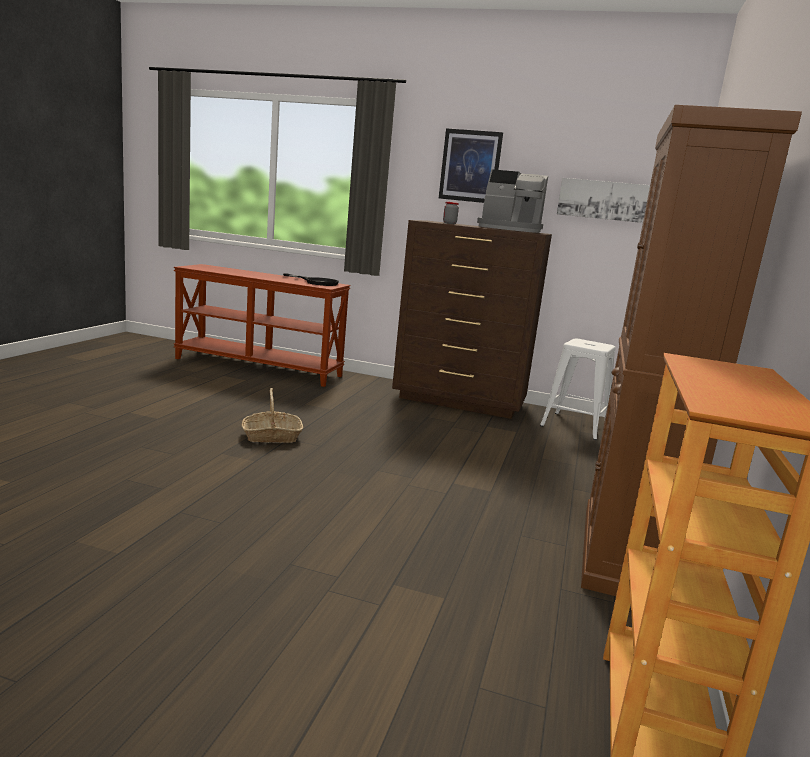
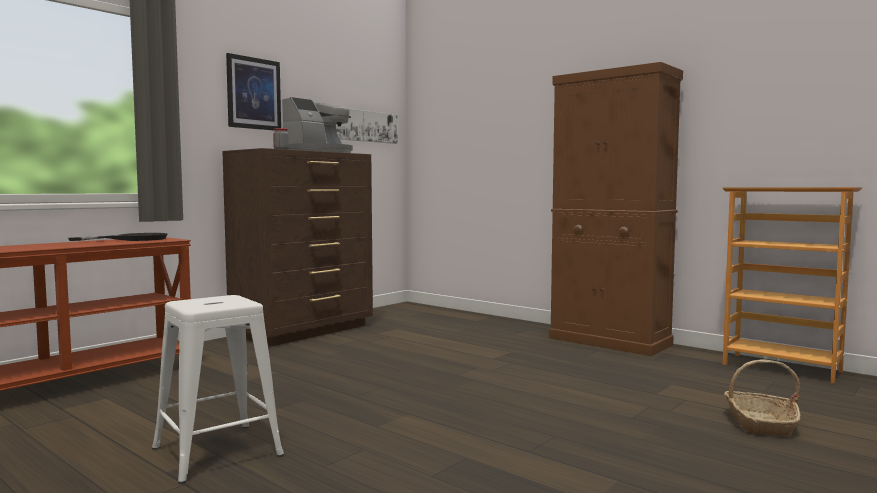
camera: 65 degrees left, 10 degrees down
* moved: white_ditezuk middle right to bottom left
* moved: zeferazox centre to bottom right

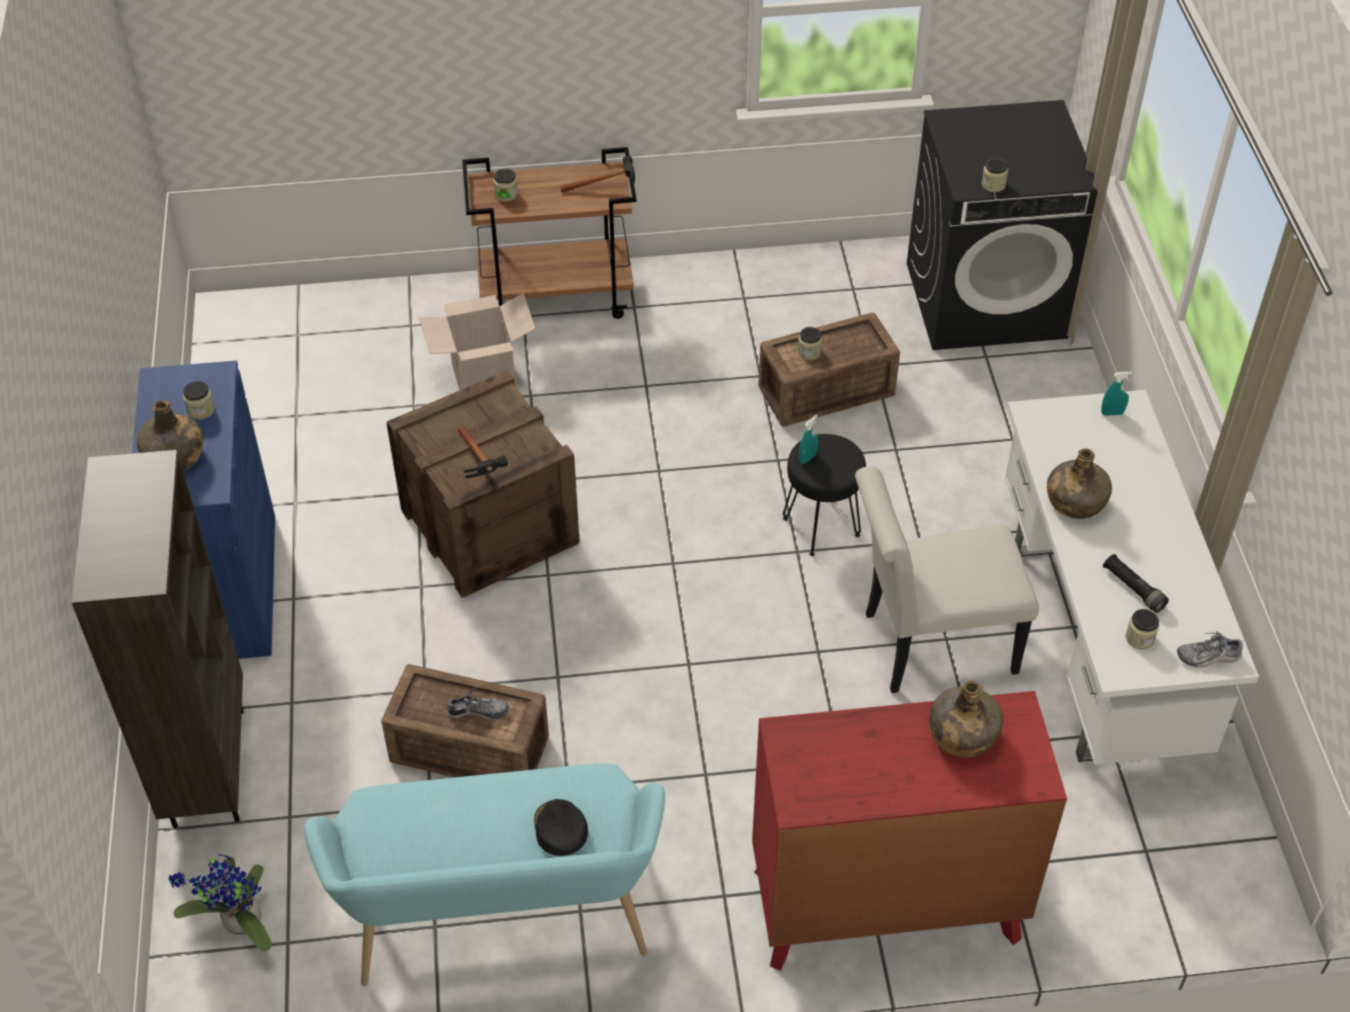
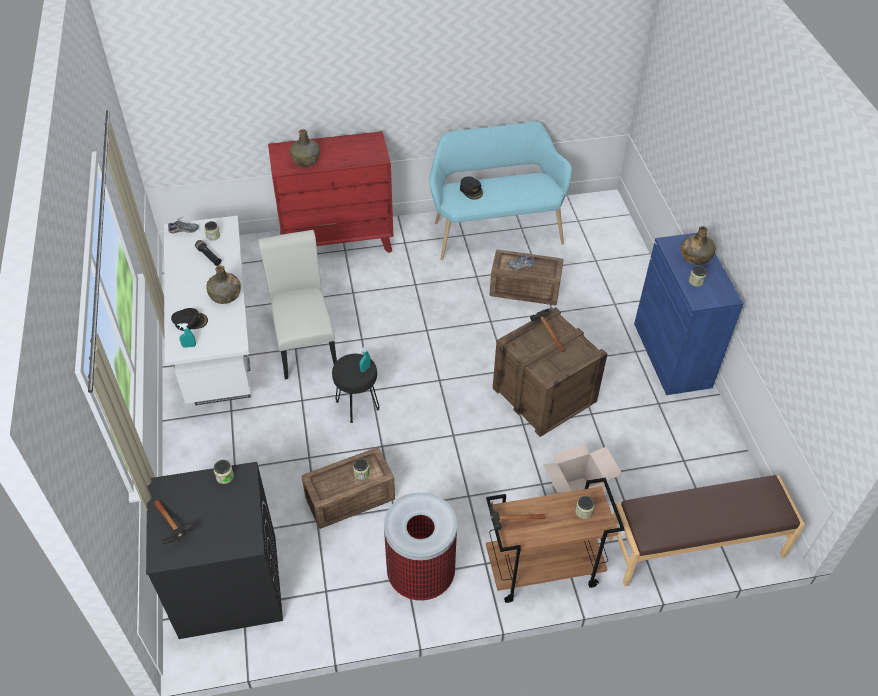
camera: 175 degrees right, 0 degrees up
* removed: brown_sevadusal middle left
* turned: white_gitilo middle right = centre 90 degrees counterclockwise
* removed: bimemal bottom left
* added: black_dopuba (1st from left) middle left
* added: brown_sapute bottom right
* added: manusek bottom centre
* added: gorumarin (1st from left) bottom left

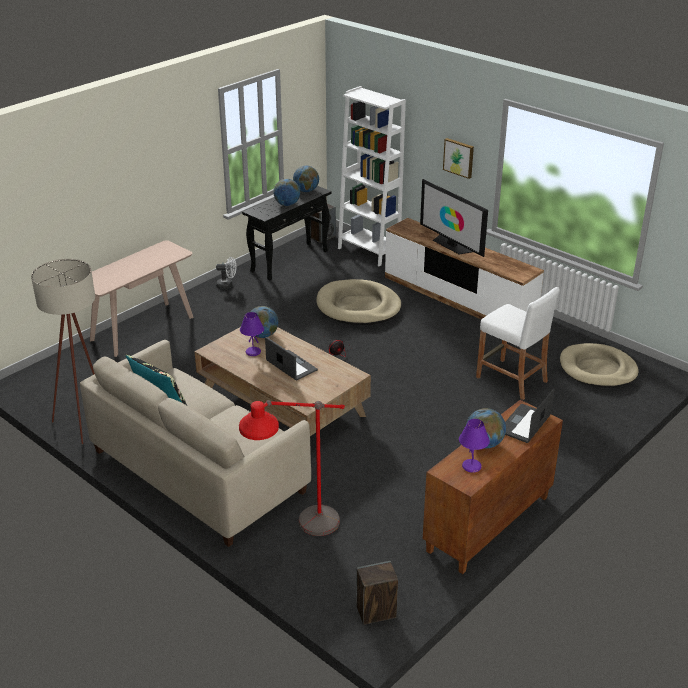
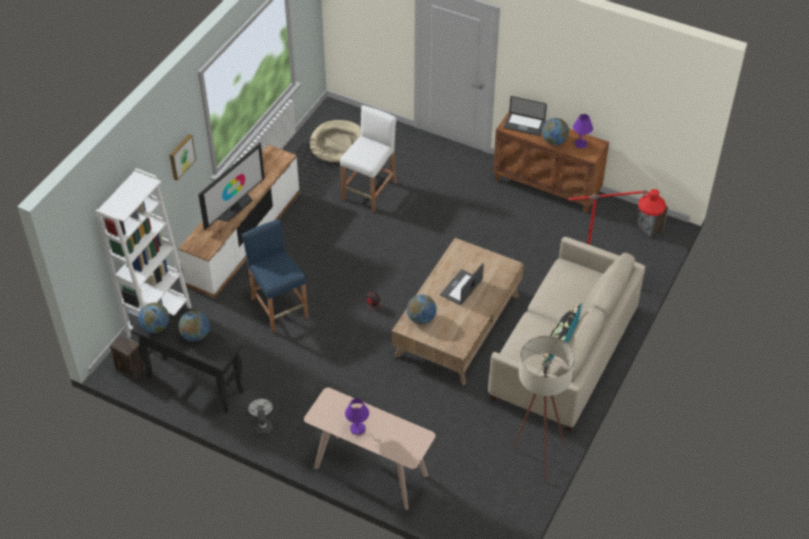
camera: 105 degrees left, 15 degrees up
* replaced: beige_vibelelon (1st from left) centre to blue_ditezuk centre
* moved: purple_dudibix (1st from left) centre to bottom centre

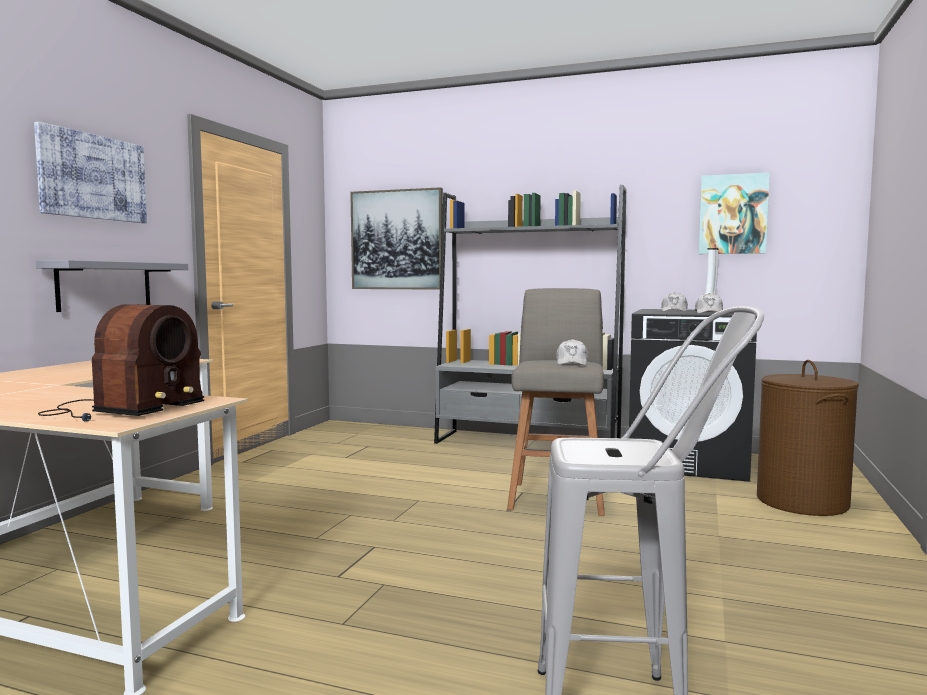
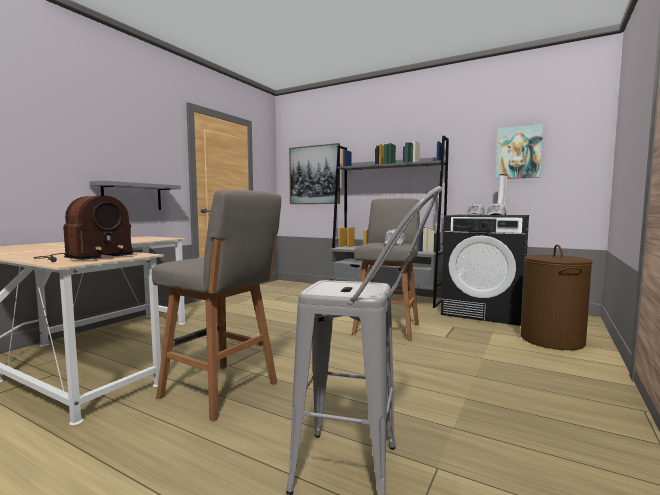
camera: 10 degrees right, 0 degrees up
* removed: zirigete (1st from left) top left
* added: grey_ditezuk (1st from left) middle left

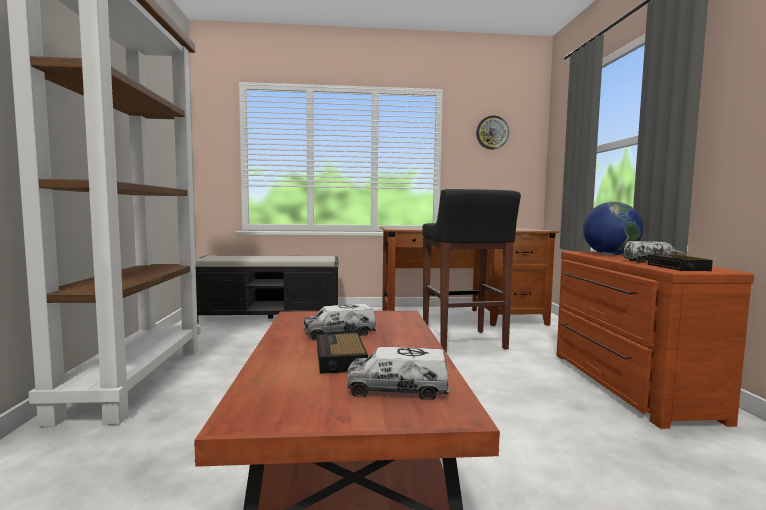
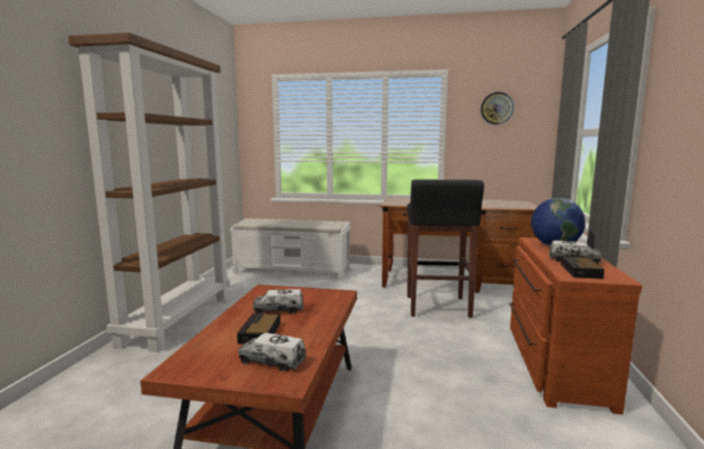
camera: 15 degrees right, 5 degrees up
* recoloured: black_sapute centre to white_sapute centre

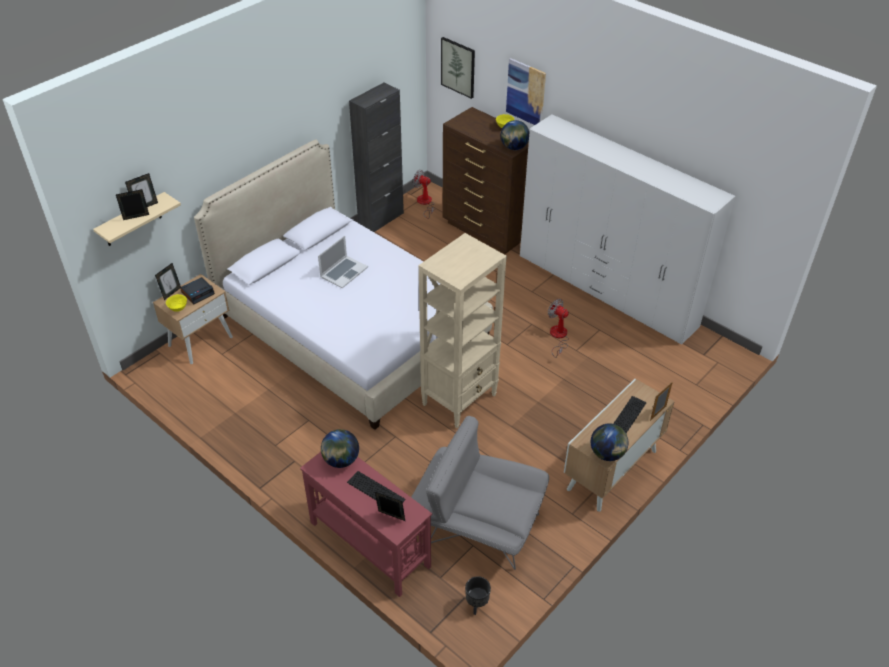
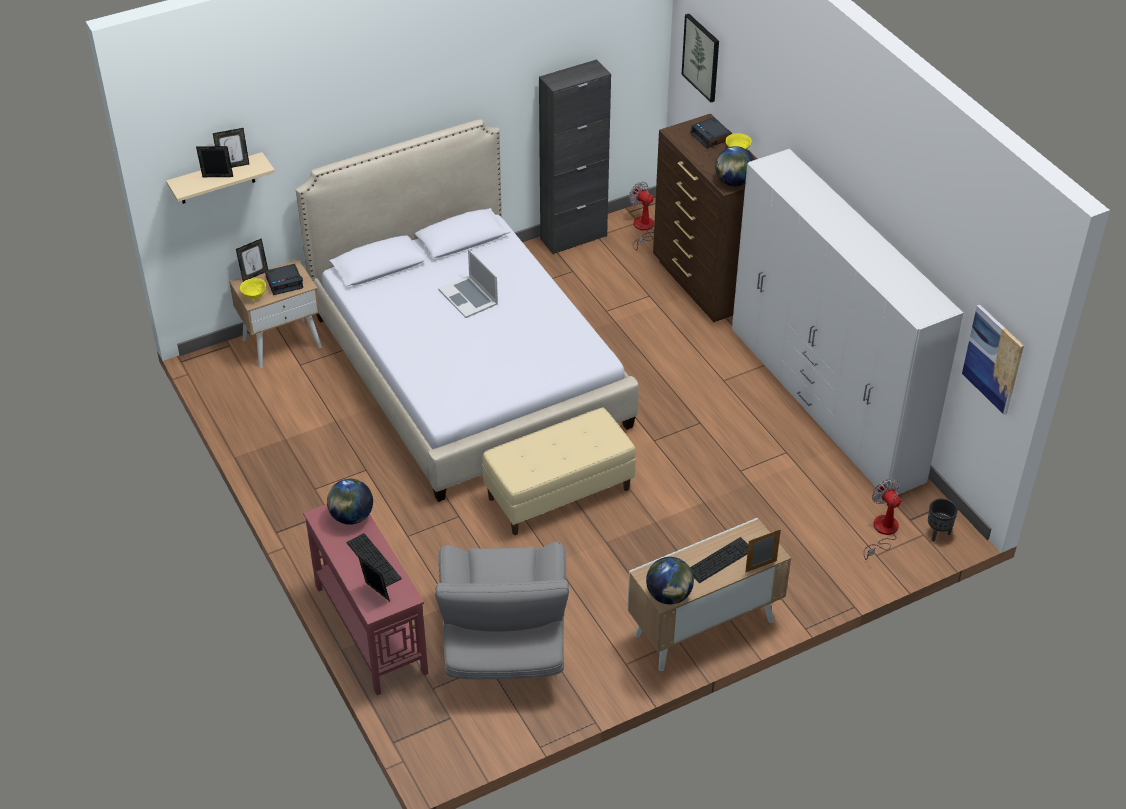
camera: 20 degrees right, 0 degrees up
* moved: zirigete (2nd from left) top centre to middle right
* replaced: beige_sevadusal centre to beige_sapute centre
* turned: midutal centre = centre 90 degrees clockwise
* moved: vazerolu (2nd from left) centre to middle right
* turned: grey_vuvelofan bottom centre = bottom centre 135 degrees counterclockwise
* moved: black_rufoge bottom centre to middle right
* added: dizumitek (2nd from left) top centre

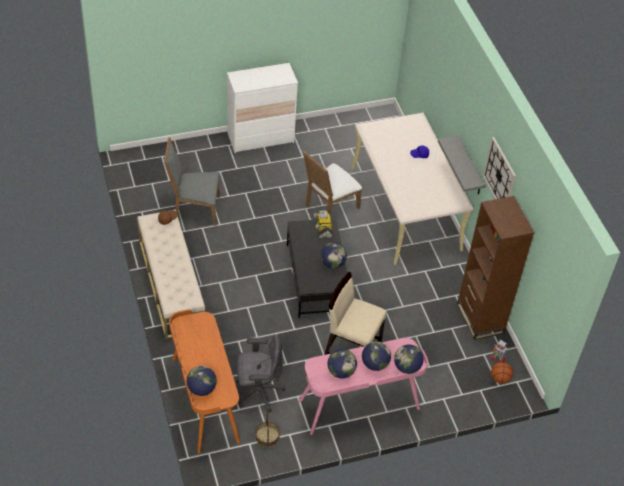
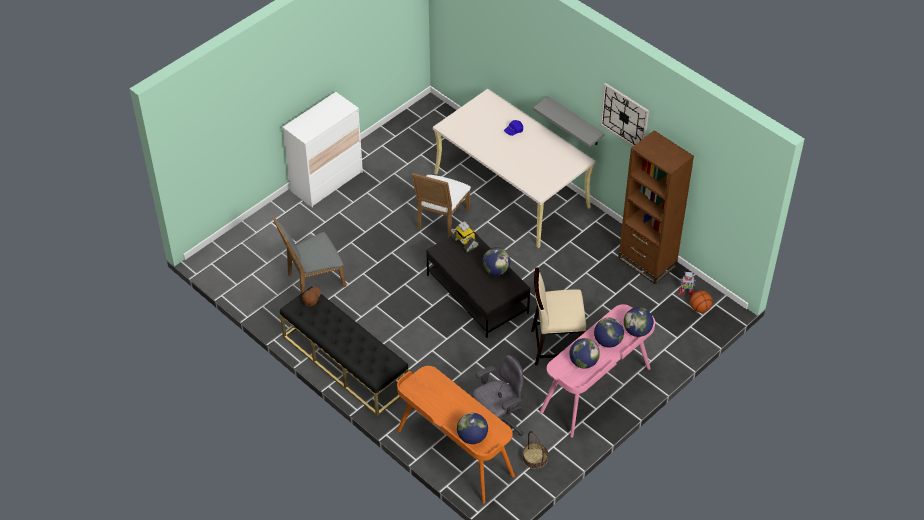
camera: 25 degrees left, 0 degrees up
* recoloured: beige_sapute middle left to black_sapute bottom centre

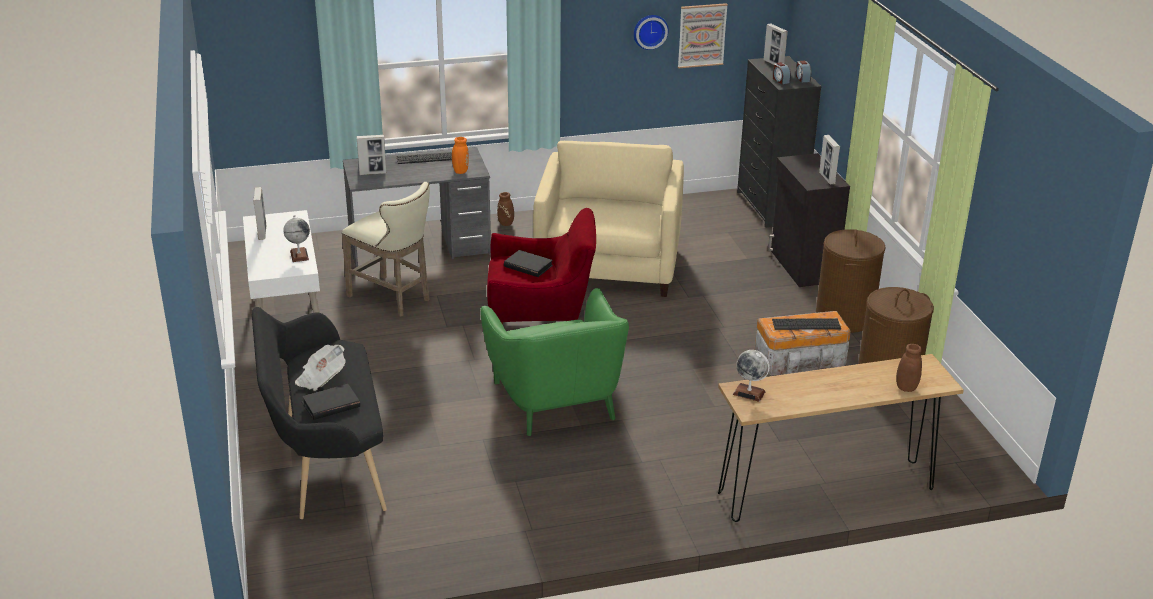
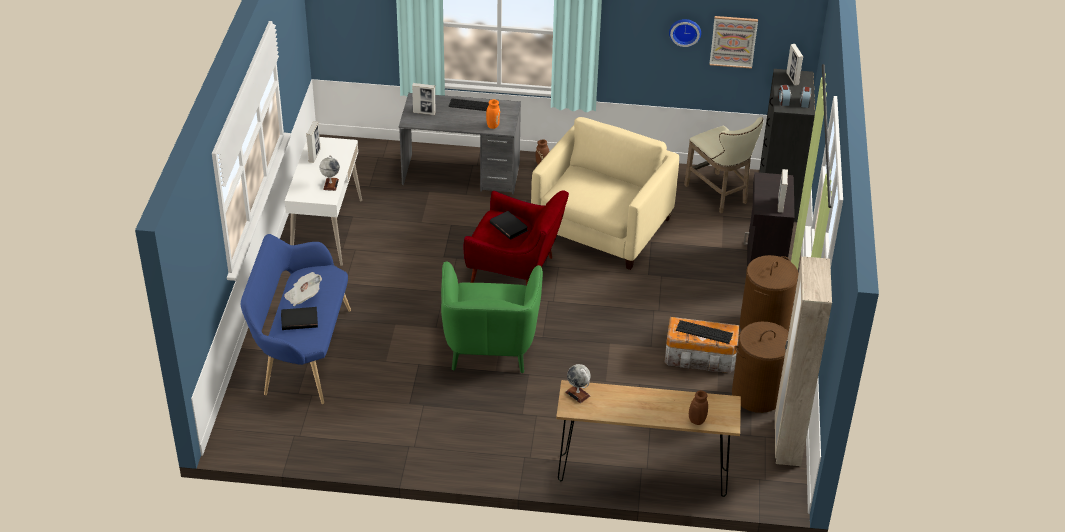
camera: 20 degrees right, 10 degrees up
* moved: beige_ditezuk centre to top right
* recoloured: black_sapute bottom left to blue_sapute middle left
* added: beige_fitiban bottom right

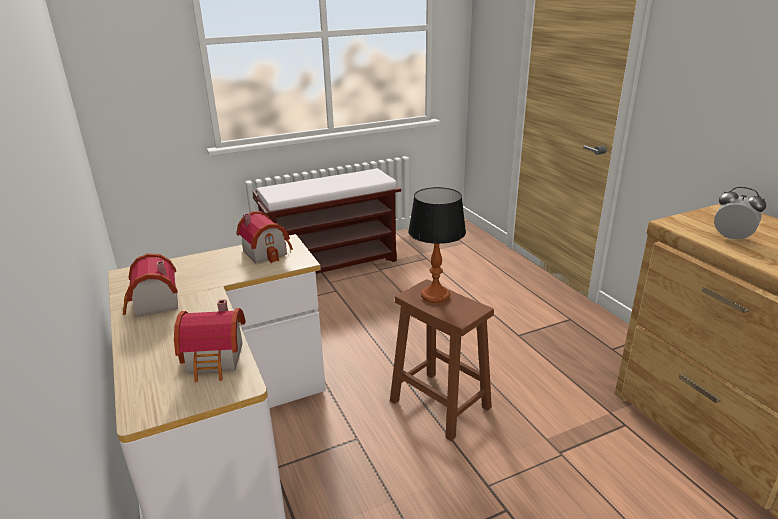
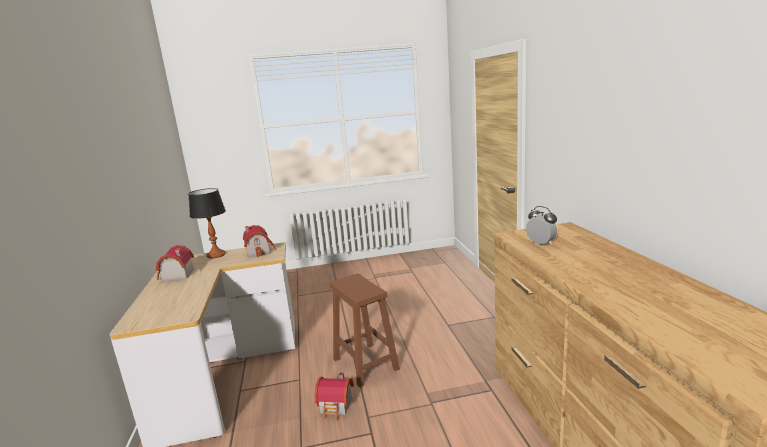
camera: 15 degrees right, 10 degrees down
* removed: brown_sapute centre
* moved: dudibix centre to middle left
* moved: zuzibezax (2nd from left in the first image) middle left to zuzibezax (3rd from left) bottom centre

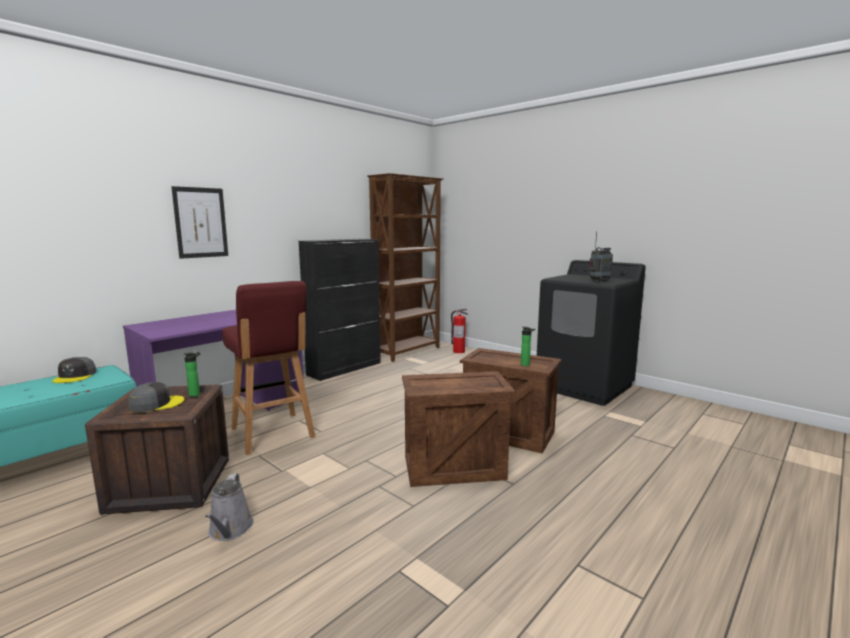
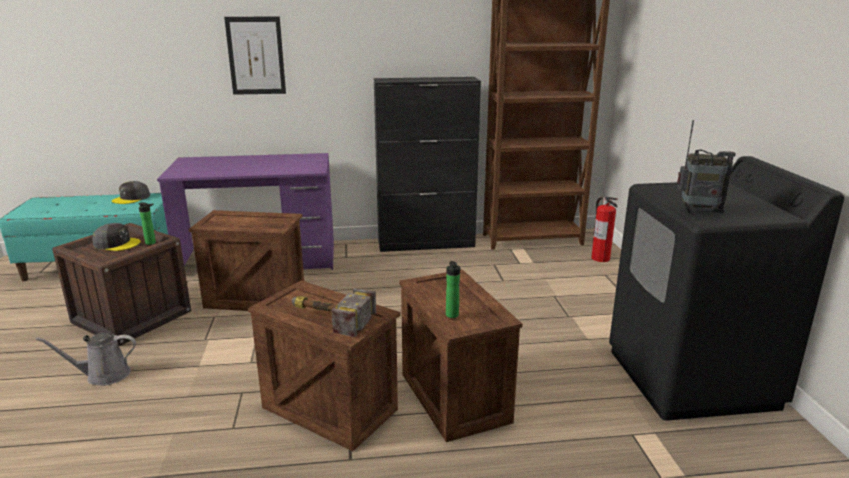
camera: 40 degrees right, 10 degrees up
* replaced: red_ditezuk middle left to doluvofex (2nd from left) middle left
* turned: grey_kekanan bottom left = bottom left 45 degrees clockwise
* added: gorumarin centre

